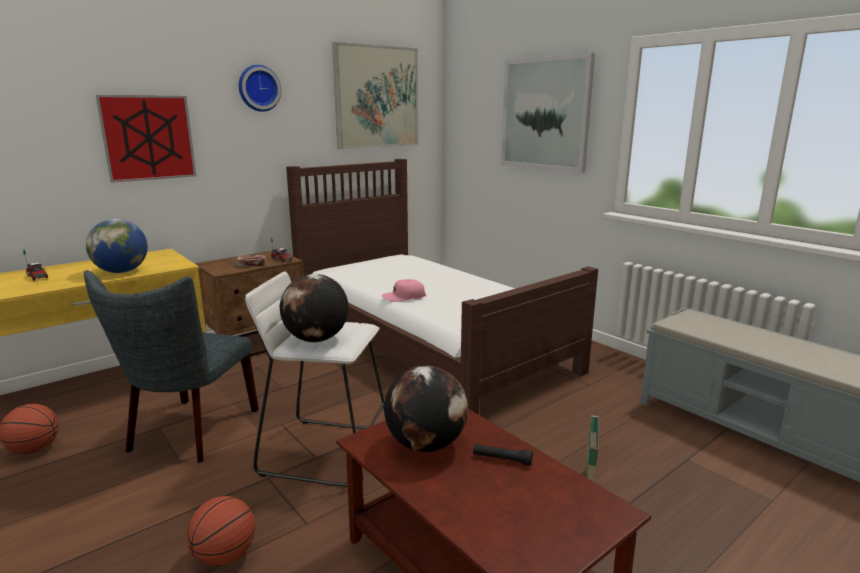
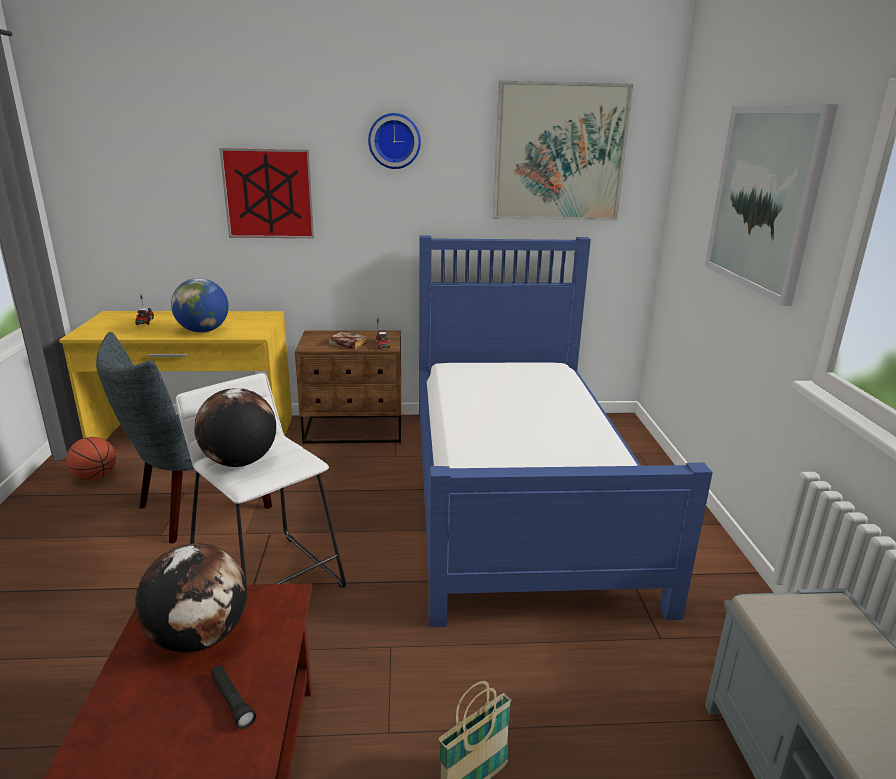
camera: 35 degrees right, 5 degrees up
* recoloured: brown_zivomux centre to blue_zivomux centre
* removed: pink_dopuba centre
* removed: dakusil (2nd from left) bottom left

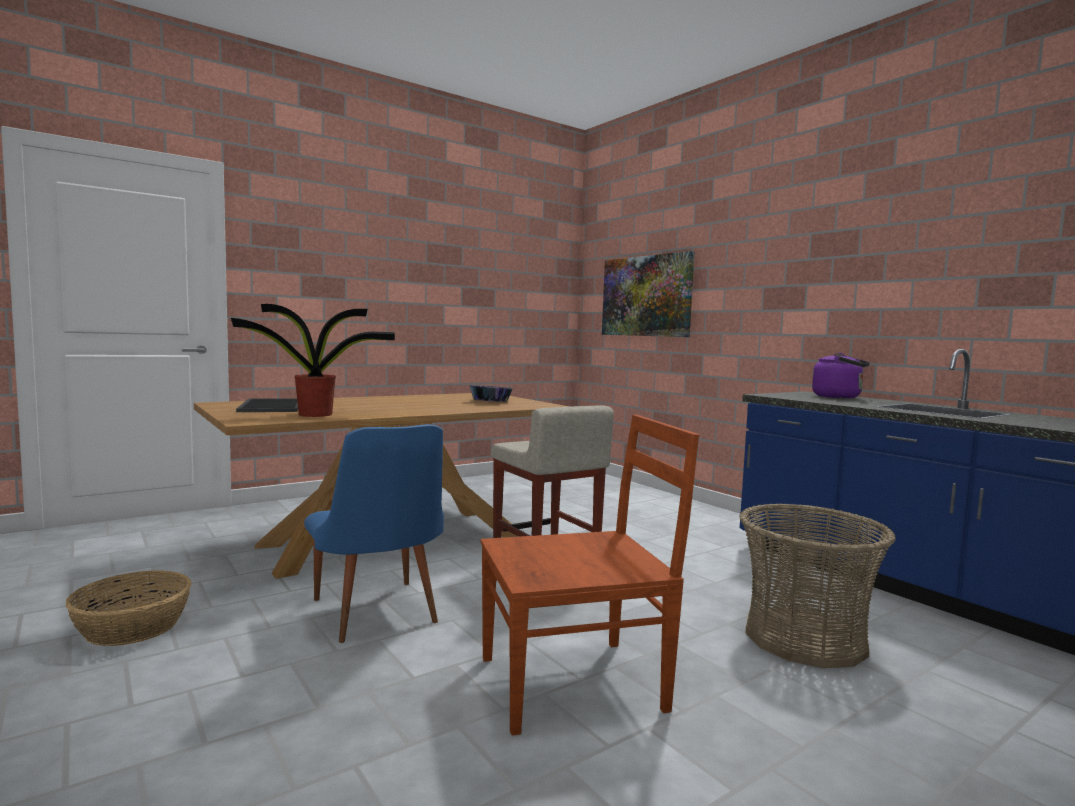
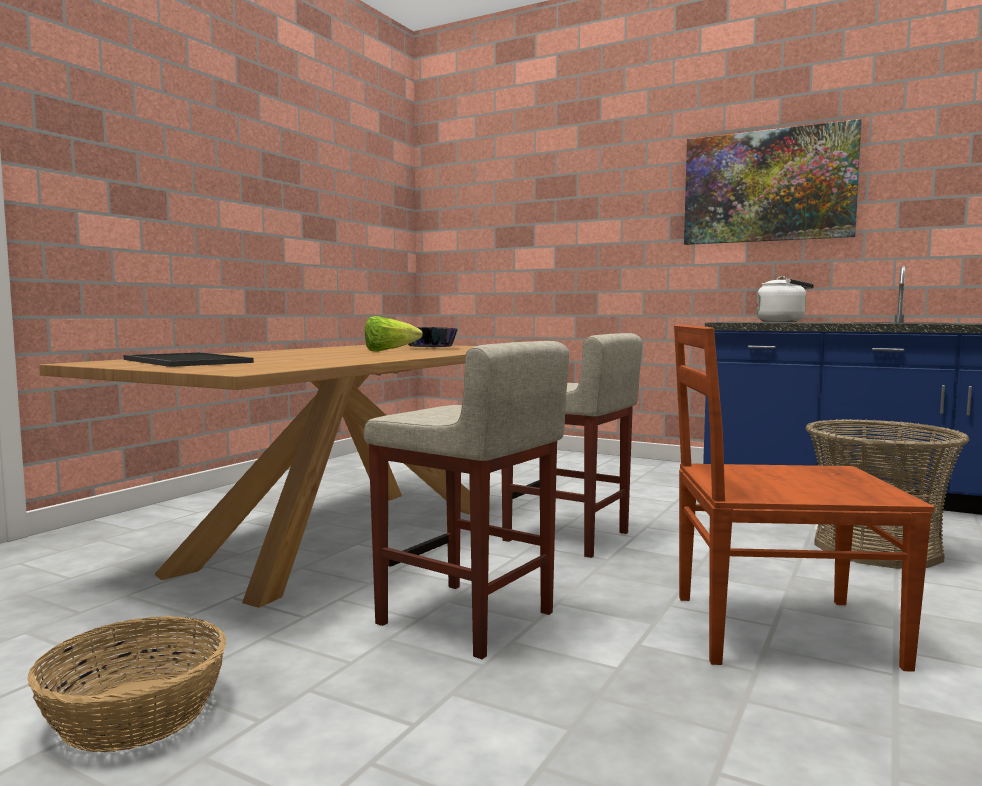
camera: 25 degrees left, 0 degrees up
* moved: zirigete centre to top right
* removed: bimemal middle left
* recoloured: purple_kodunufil middle right to white_kodunufil middle right
* turned: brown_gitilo bottom centre = middle right 135 degrees counterclockwise
* replaced: blue_gitilo centre to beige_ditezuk (1st from left) centre
* added: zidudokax centre

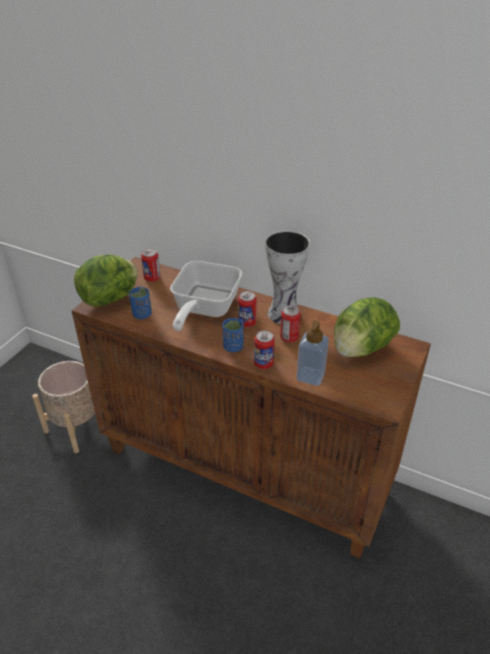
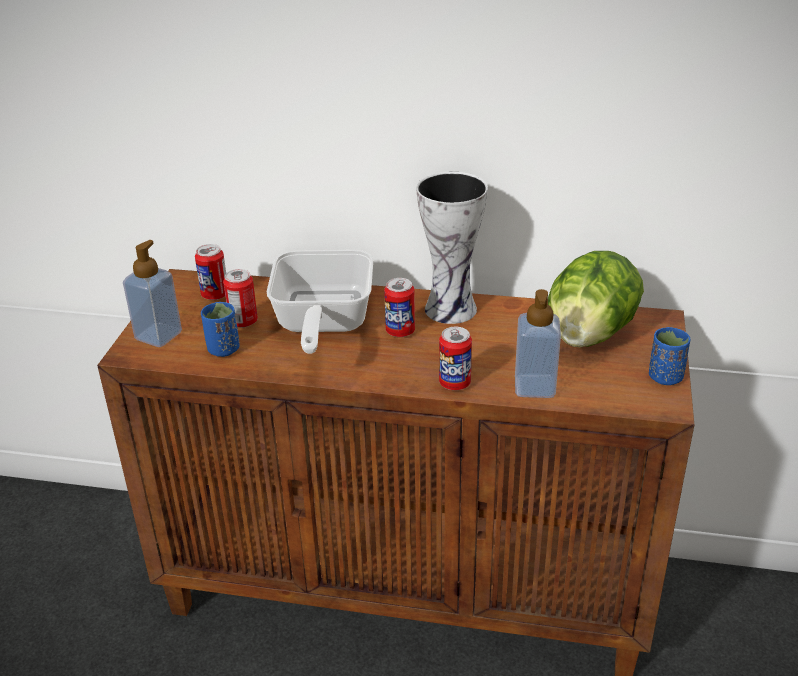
camera: 15 degrees left, 5 degrees down
* replaced: zidudokax (1st from left) middle left to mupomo (1st from left) middle left
* moved: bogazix (4th from left in the first image) centre to bogazix (2nd from left) middle left
* moved: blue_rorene (2nd from left) centre to middle right
* removed: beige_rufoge middle left

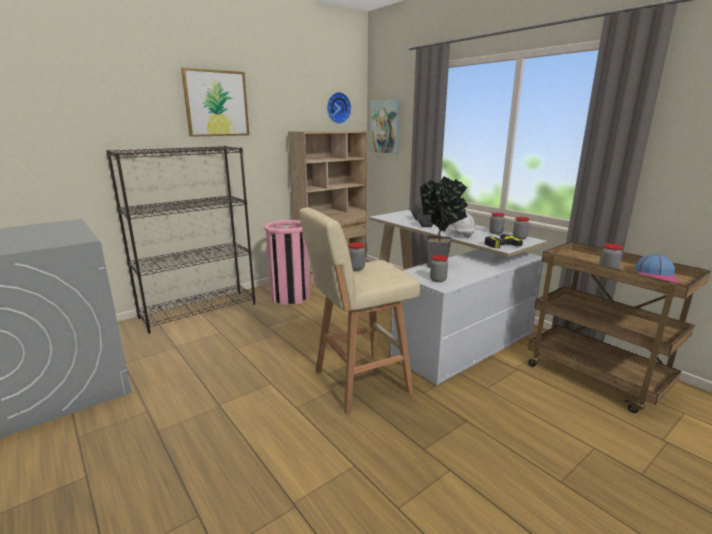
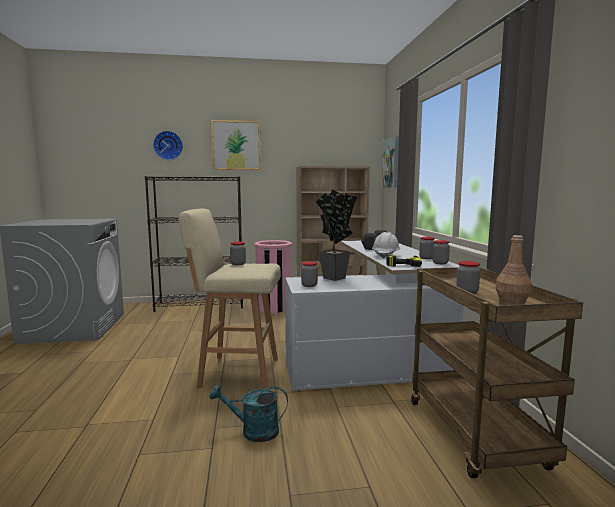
camera: 30 degrees right, 10 degrees down
* moved: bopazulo top centre to top left
* replaced: dopuba middle right to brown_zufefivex middle right
* added: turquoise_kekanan bottom centre

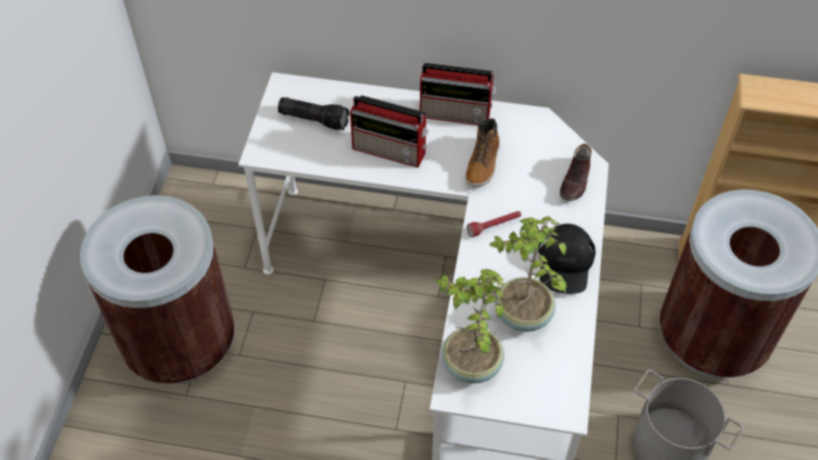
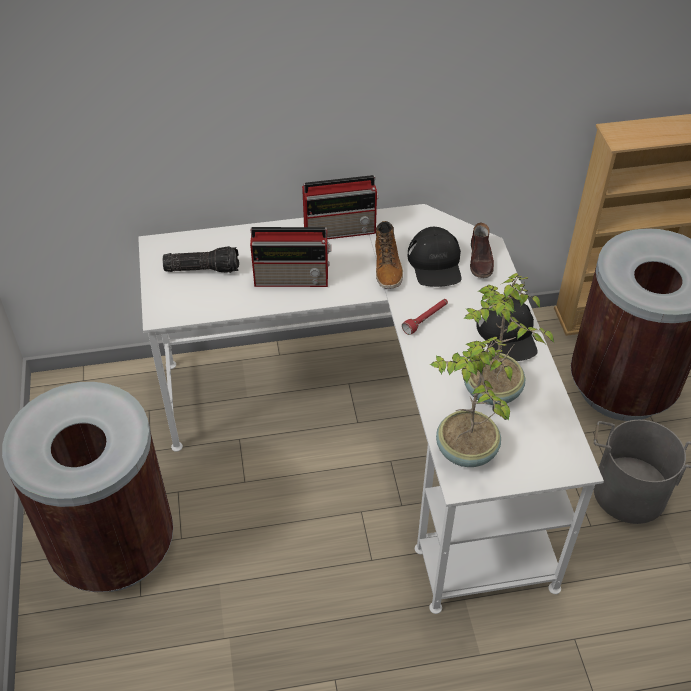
camera: 20 degrees left, 5 degrees down
* added: black_dopuba (1st from left) centre

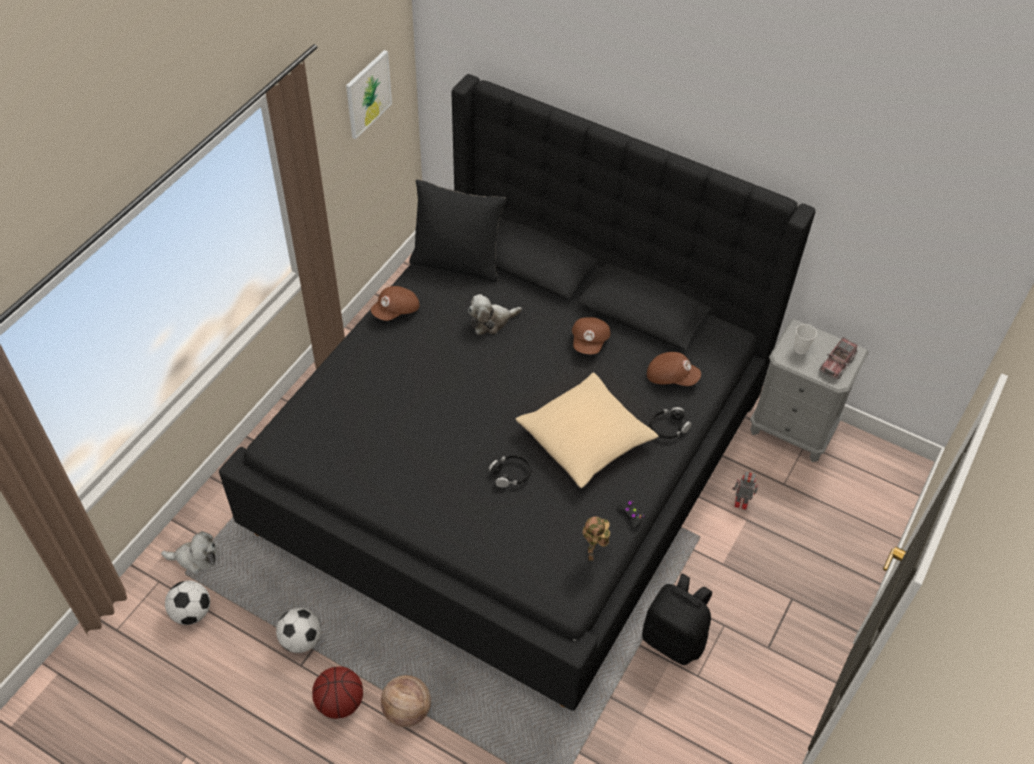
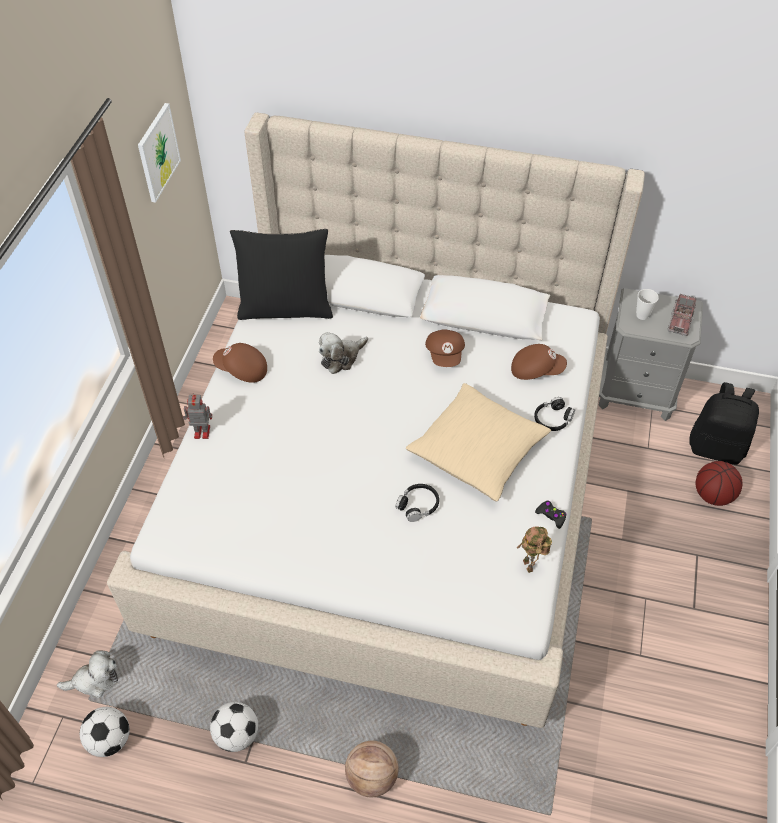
camera: 15 degrees left, 0 degrees up
* recoloured: black_zivomux centre to beige_zivomux centre
* turned: brown_dopuba (1st from left) centre = middle left 75 degrees clockwise
* moved: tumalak (2nd from left in the first image) middle right to tumalak (1st from left) middle left
* moved: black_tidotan bottom centre to middle right
* moved: dakusil (1st from left in the first image) bottom left to dakusil (2nd from left) middle right

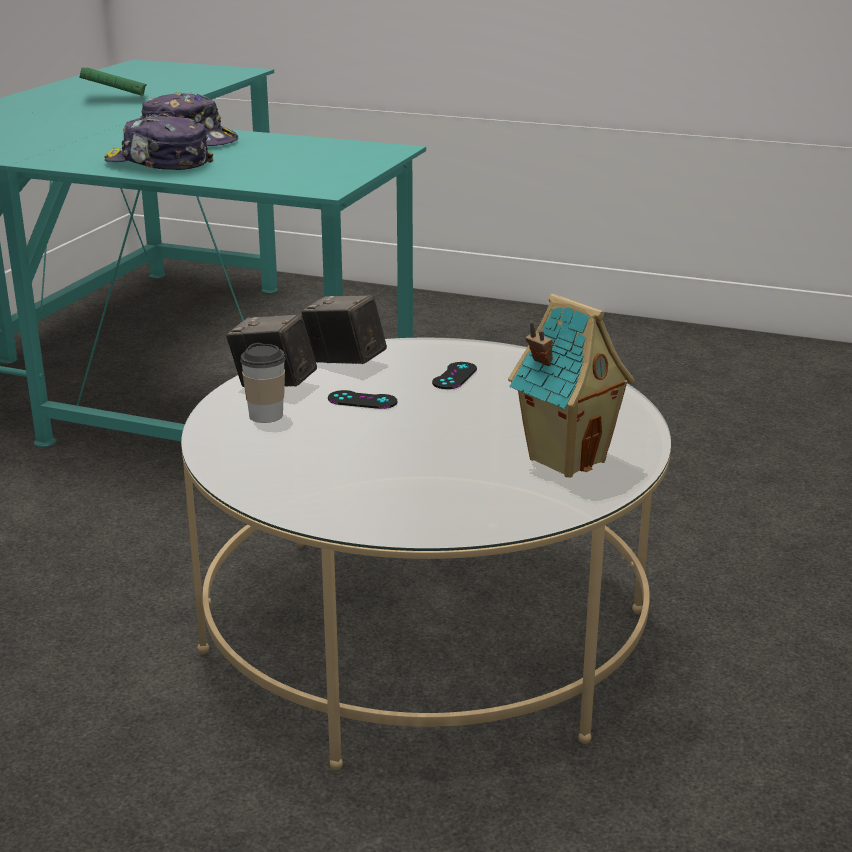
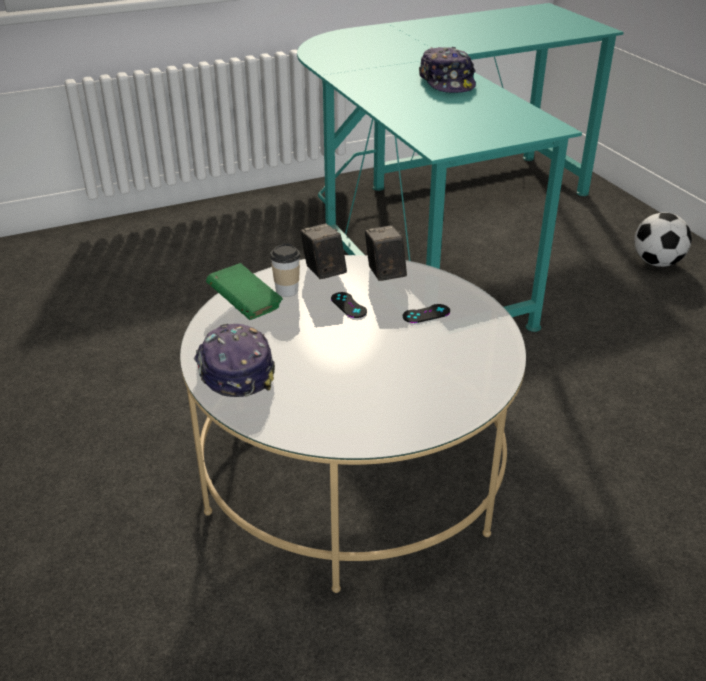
camera: 45 degrees right, 10 degrees up
* moved: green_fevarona top left to centre
* moved: dopuba (1st from left) top left to middle left
* removed: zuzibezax middle right
* added: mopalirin middle right

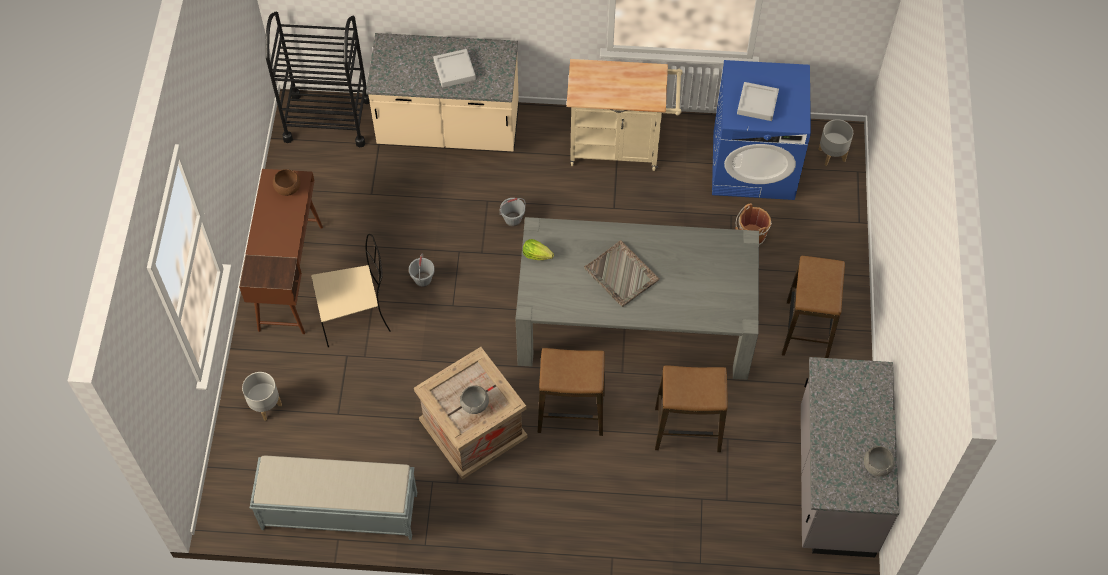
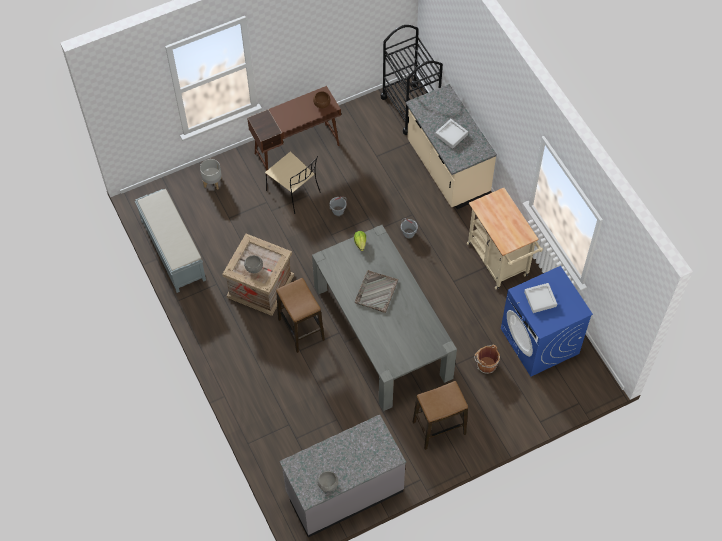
camera: 60 degrees right, 0 degrees up
* removed: grey_rufoge (2nd from left) top right
* removed: ditezuk (2nd from left) bottom centre

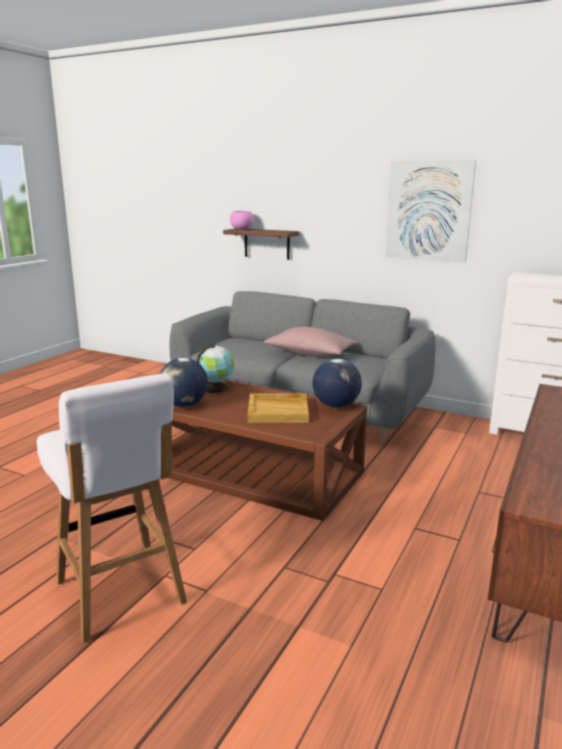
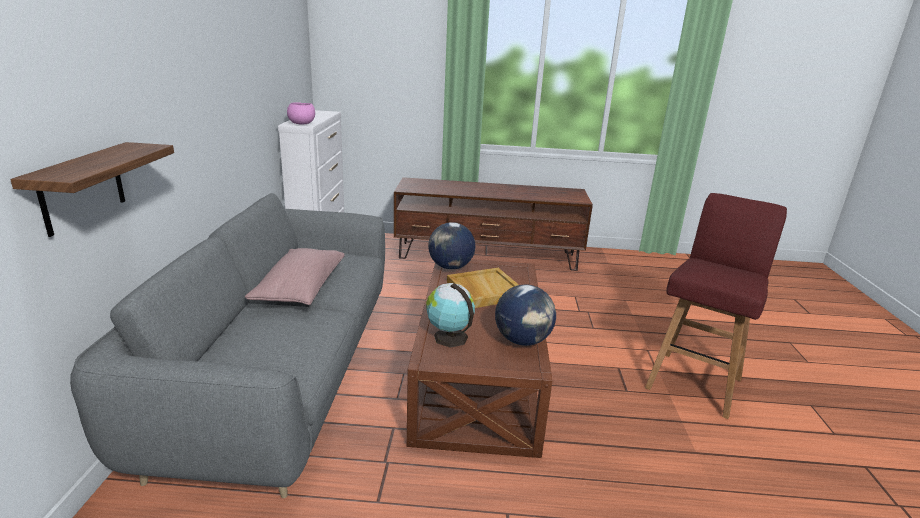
camera: 115 degrees left, 5 degrees up
* removed: zirigete top right
* moved: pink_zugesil top centre to top left
* recoloured: white_ditezuk bottom left to red_ditezuk middle right

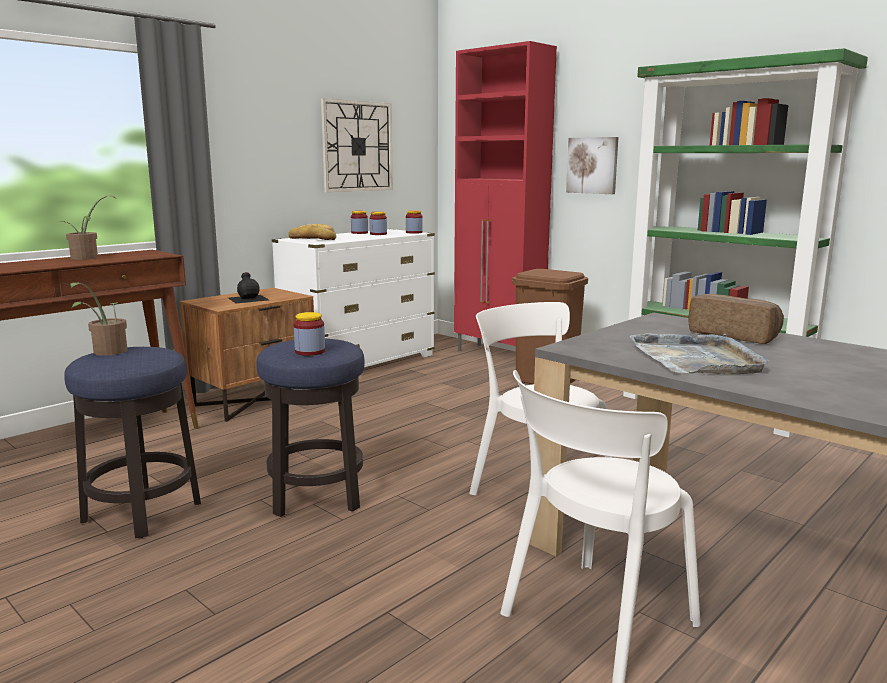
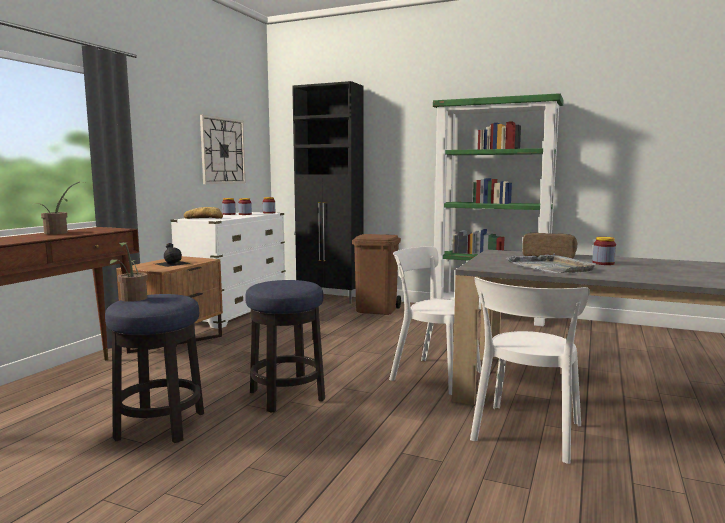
camera: 20 degrees left, 5 degrees down
* recoloured: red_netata top centre to black_netata centre
* removed: zirigete top right
* moved: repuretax (1st from left in the first image) centre to repuretax (4th from left) middle right

